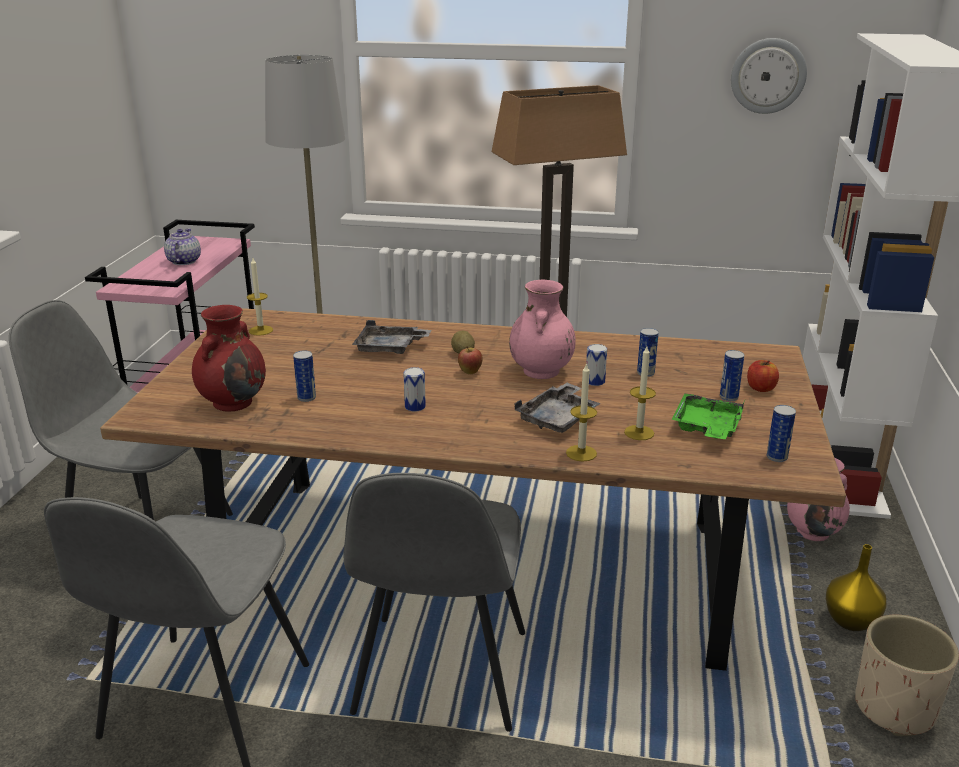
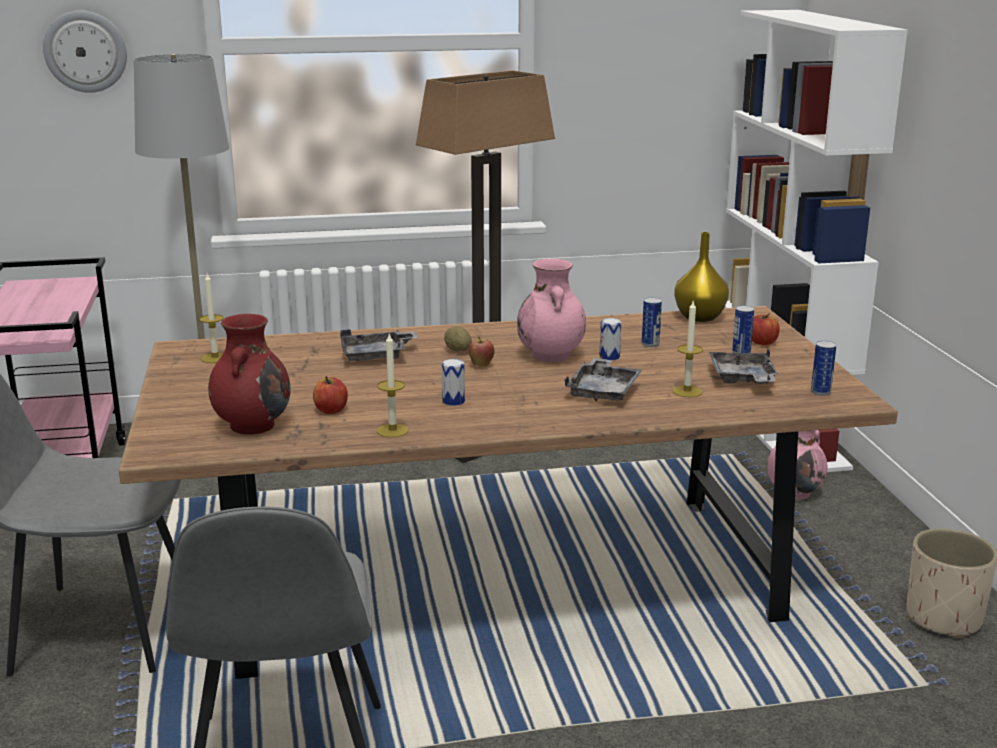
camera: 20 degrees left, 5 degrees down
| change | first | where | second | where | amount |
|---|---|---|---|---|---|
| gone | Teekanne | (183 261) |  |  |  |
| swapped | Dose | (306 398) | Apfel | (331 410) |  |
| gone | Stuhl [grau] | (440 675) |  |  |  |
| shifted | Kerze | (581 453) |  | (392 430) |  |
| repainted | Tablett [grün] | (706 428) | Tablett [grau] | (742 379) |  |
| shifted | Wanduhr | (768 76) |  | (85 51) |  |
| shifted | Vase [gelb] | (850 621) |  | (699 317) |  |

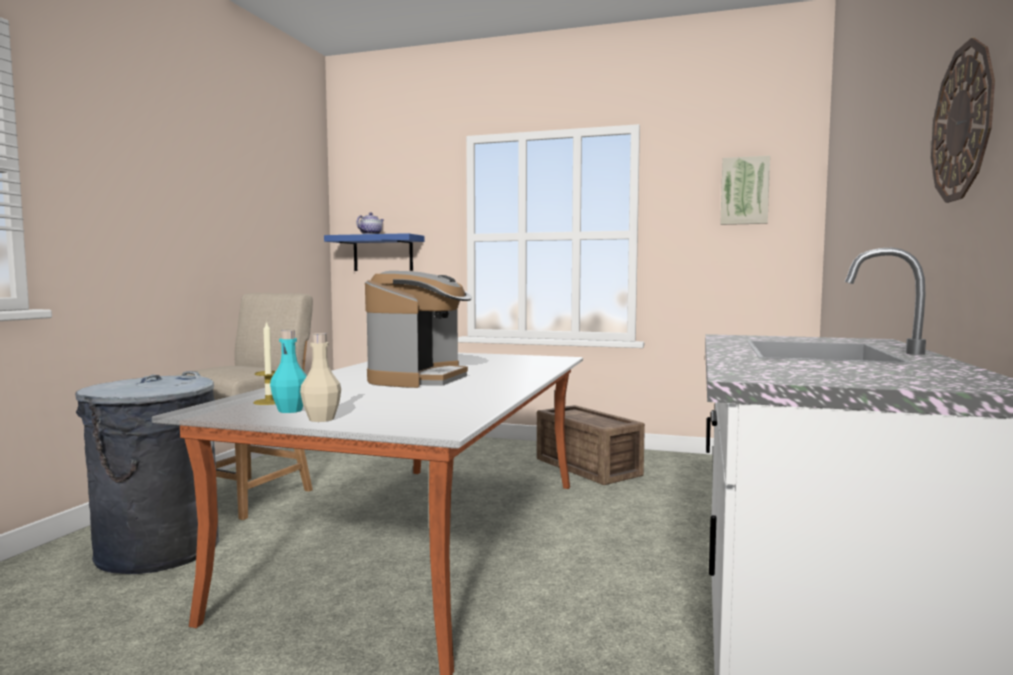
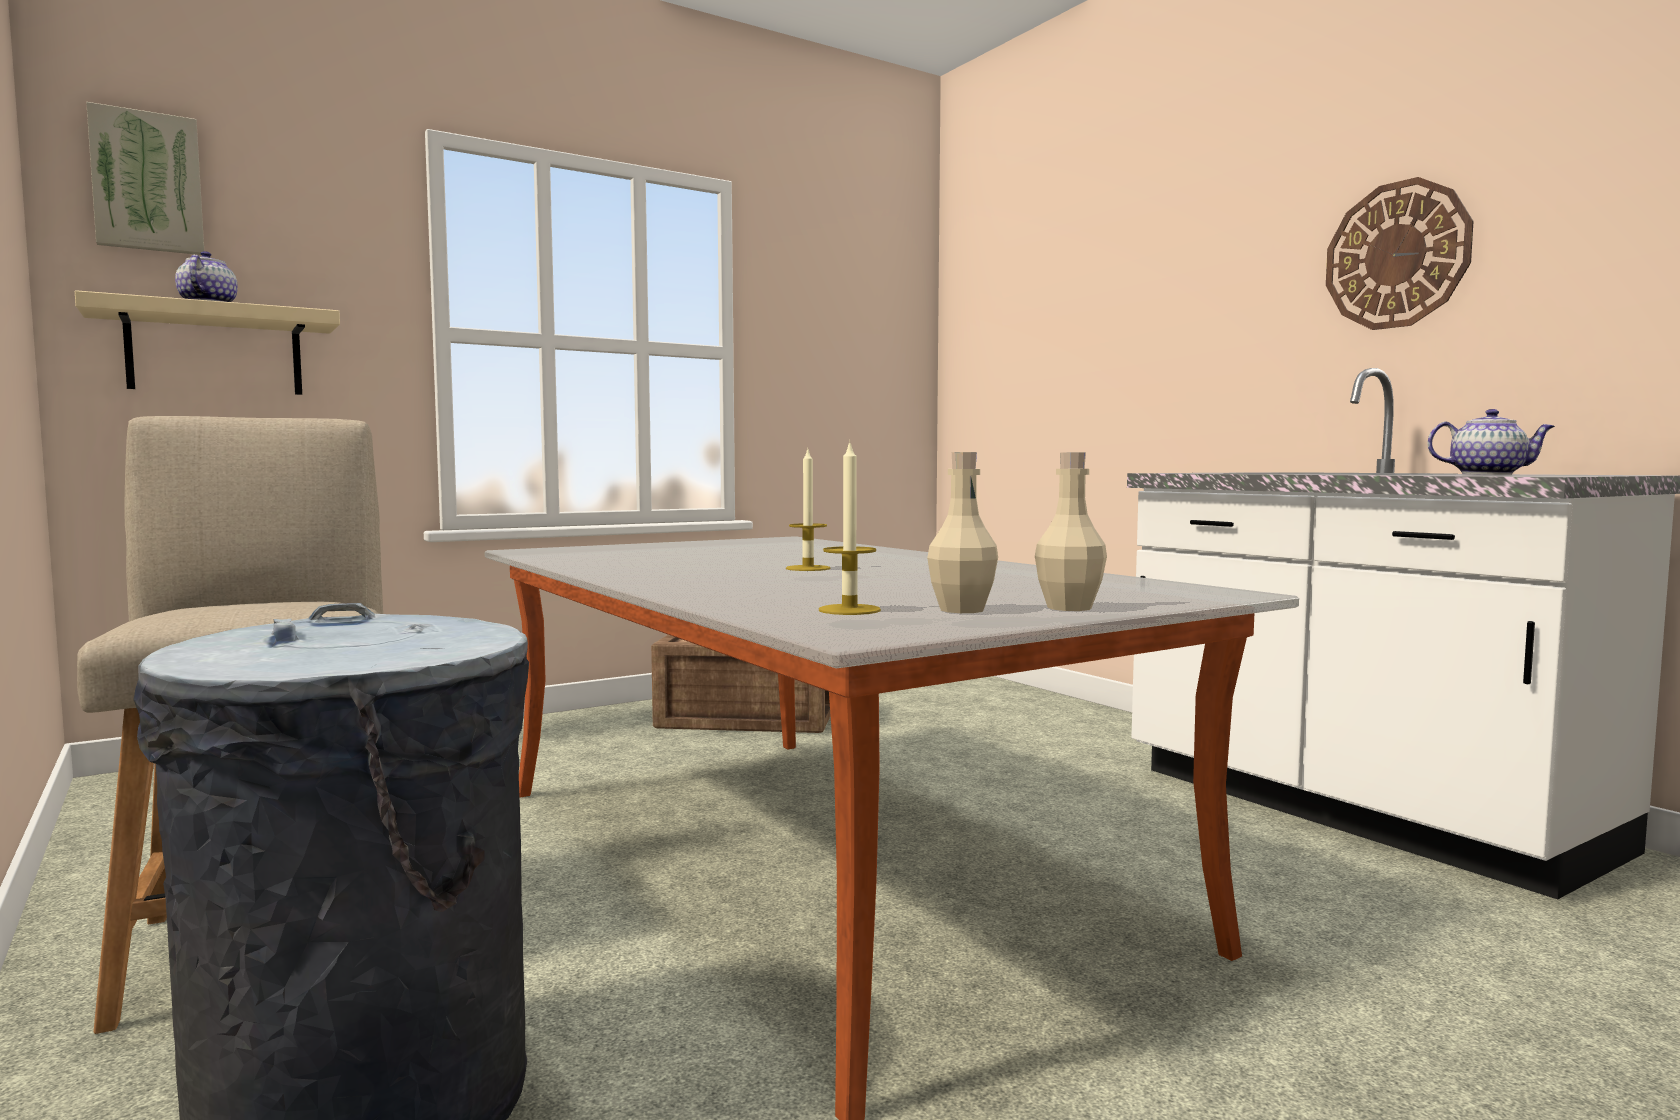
camera: 50 degrees left, 0 degrees up
| change | first | where | second | where | amount |
|---|---|---|---|---|---|
| repainted | Flasche [türkis] | (290 410) | Flasche [beige] | (962 610) |  |
| repainted | Wandregal [blau] | (383 253) | Wandregal [beige] | (215 352) |  |
| swapped | Kaffeemaschine | (419 379) | Kerze | (808 568) |  |
| shifted | Bild | (744 191) |  | (147 182) |  |
| new |  |  | Teekanne | (1489 474) |  |

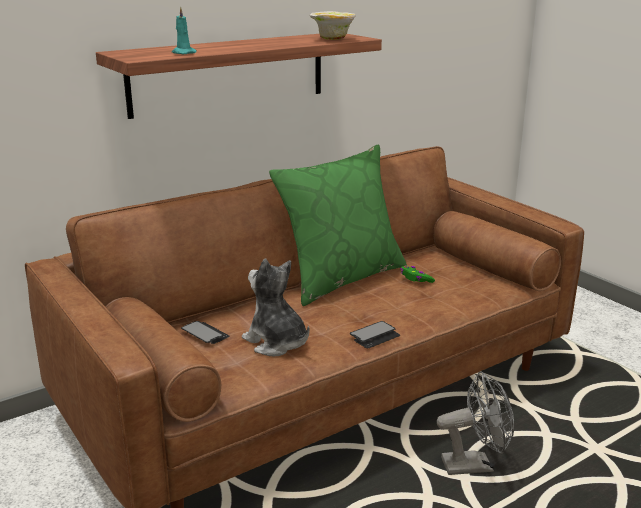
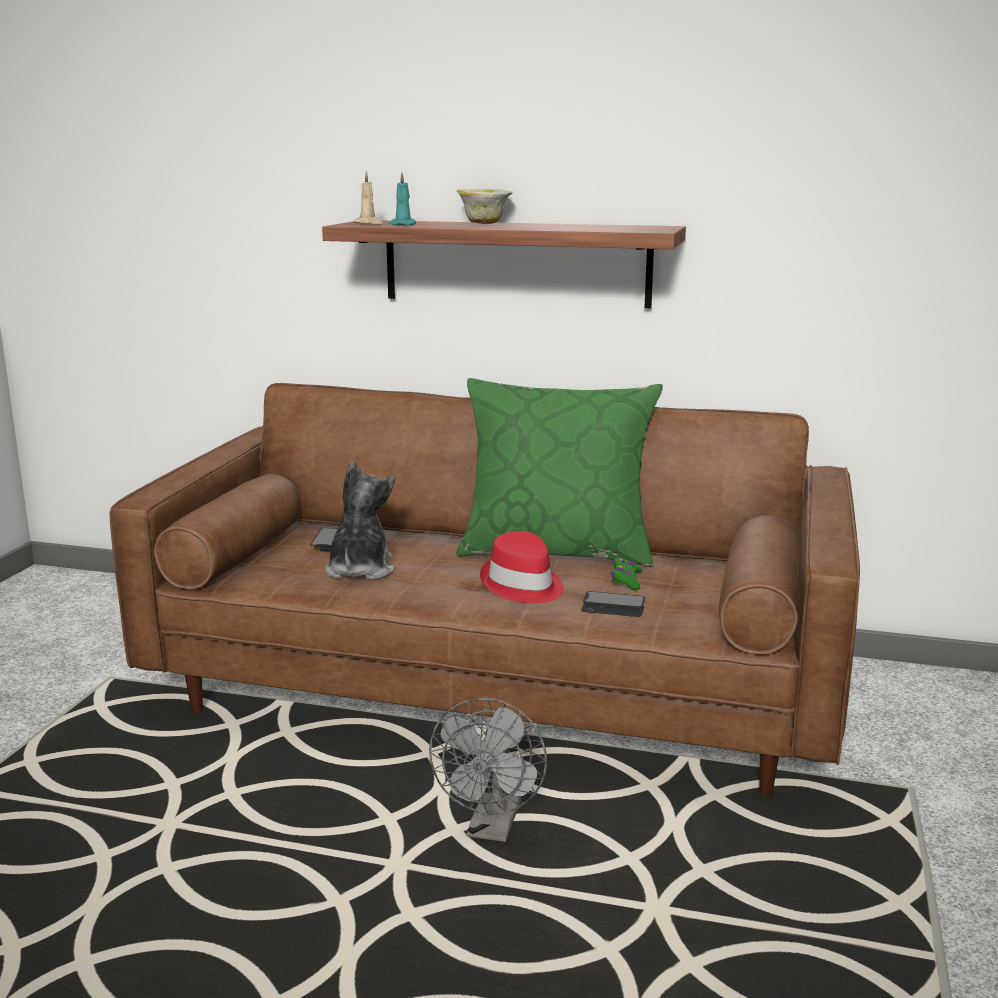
camera: 50 degrees right, 5 degrees down
| change | first | where | second | where | amount |
|---|---|---|---|---|---|
| shifted | Schüssel | (332 39) |  | (484 223) |  |
| shifted | Handy | (374 336) |  | (613 606) |  |
| rotated | Ventilator [grau] | (475 465) |  | (492 829) | 60 degrees clockwise |
| new |  |  | Kerze [beige] | (369 223) |  |
| new |  |  | Hut [rot] | (522 585) |  |

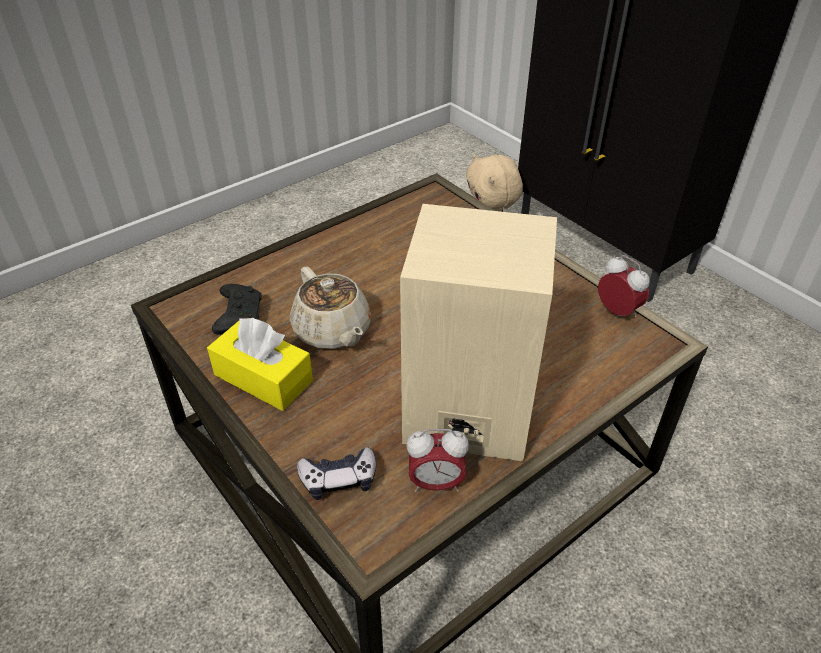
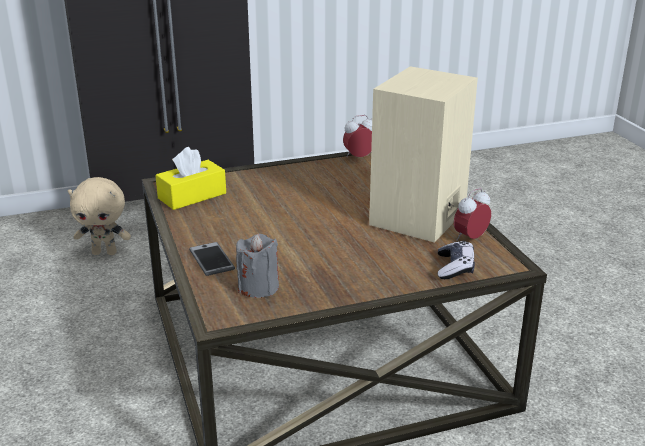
camera: 70 degrees left, 15 degrees down
| change | first | where | second | where | amount |
|---|---|---|---|---|---|
| shifted | Taschentuchbox [gelb] | (263 377) |  | (192 196) |  |
| swapped | Gamepad [schwarz] | (239 316) | Kerze [grau] | (258 287) |  |
| gone | Teekanne [beige] | (333 331) |  |  |  |
| rotated | Wecker | (436 483) |  | (470 238) | 150 degrees counterclockwise |
| new |  |  | Handy | (211 260) |  |

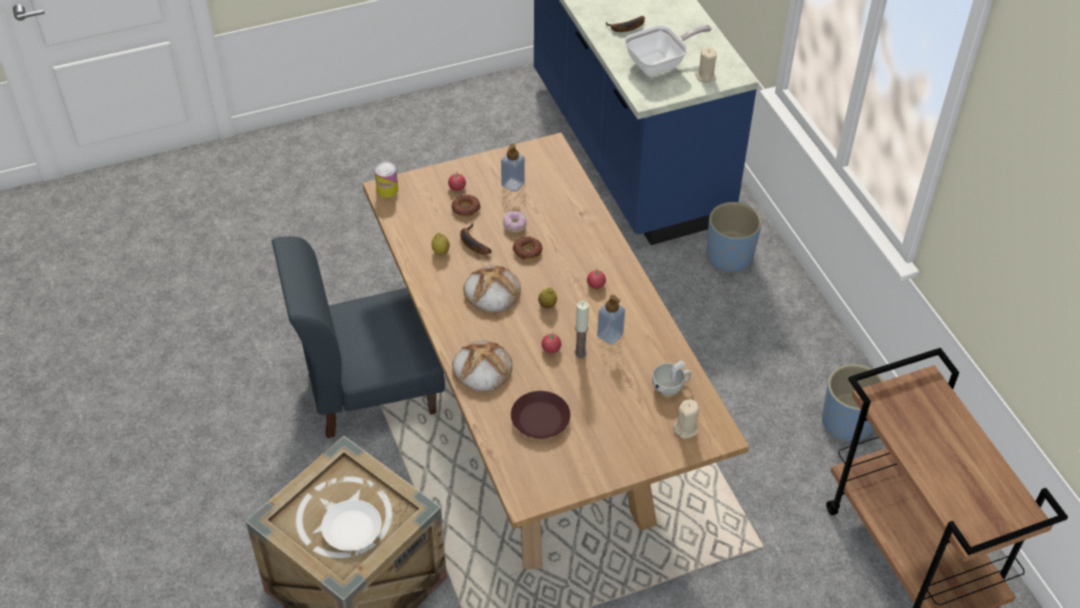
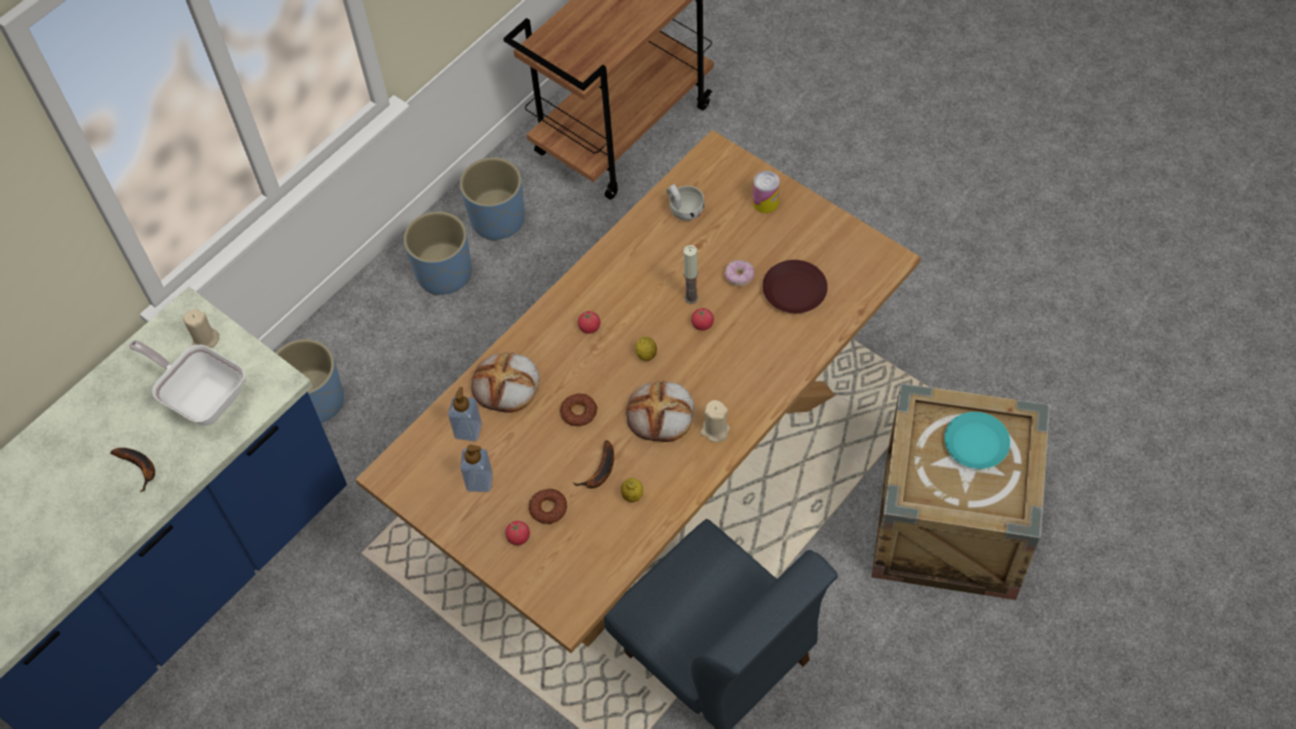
camera: 115 degrees left, 10 degrees up
| change | first | where | second | where | amount |
|---|---|---|---|---|---|
| repainted | Teller [weiß] | (352 529) | Teller [türkis] | (975 443) |  |
| shifted | Dose | (387 190) |  | (765 202) |  |
| shifted | Brot | (481 369) |  | (506 385) |  |
| shifted | Donut | (514 226) |  | (739 277) |  |
| shifted | Seifenspender | (610 335) |  | (468 430) |  |
| shifted | Kerze [beige] | (685 429) |  | (715 430) |  |
| new |  |  | Pflanzkübel [blau] | (444 273) |  |

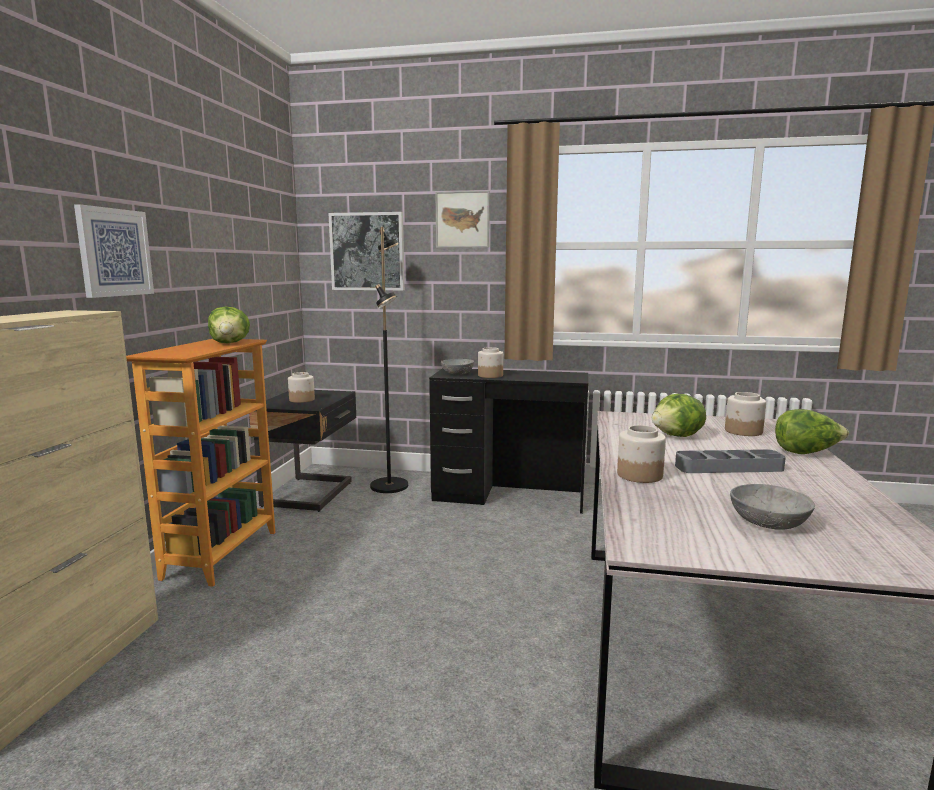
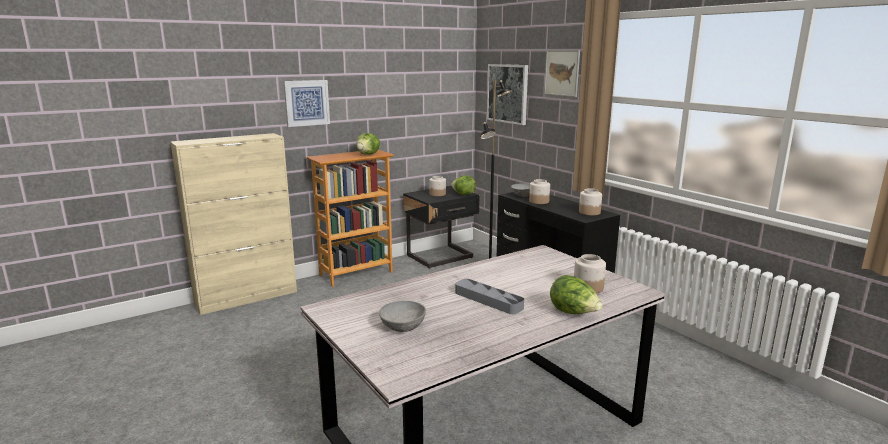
camera: 45 degrees right, 5 degrees up
| change | first | where | second | where | amount |
|---|---|---|---|---|---|
| shifted | Vorratsglas | (639 475) |  | (589 212) |  |
| shifted | Salatkopf | (678 436) |  | (463 195) |  |

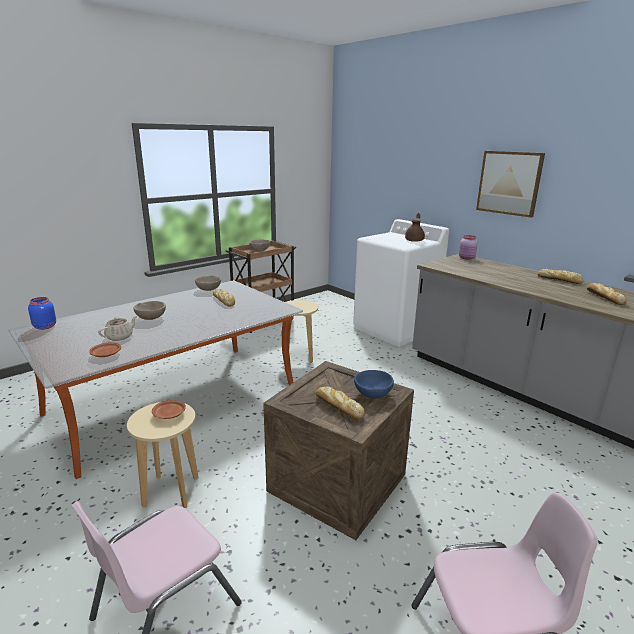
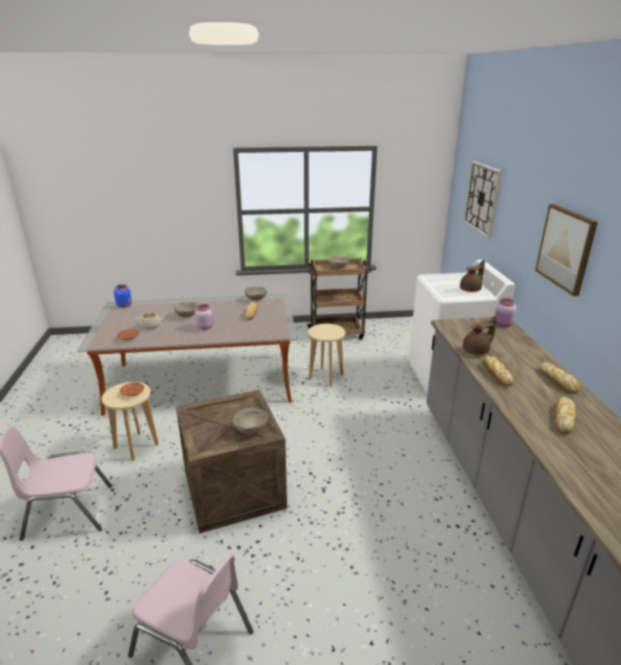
camera: 35 degrees right, 5 degrees up
| change | first | where | second | where | amount |
|---|---|---|---|---|---|
| shifted | Brot | (338 406) |  | (496 373) |  |
| repainted | Schüssel [blau] | (372 394) | Schüssel [beige] | (251 429) |  |
| new |  |  | Vorratsglas [rosa] | (205 327) |  |
| new |  |  | Wanduhr | (482 198) |  |
| new |  |  | Teekanne [braun] | (477 351) |  |

